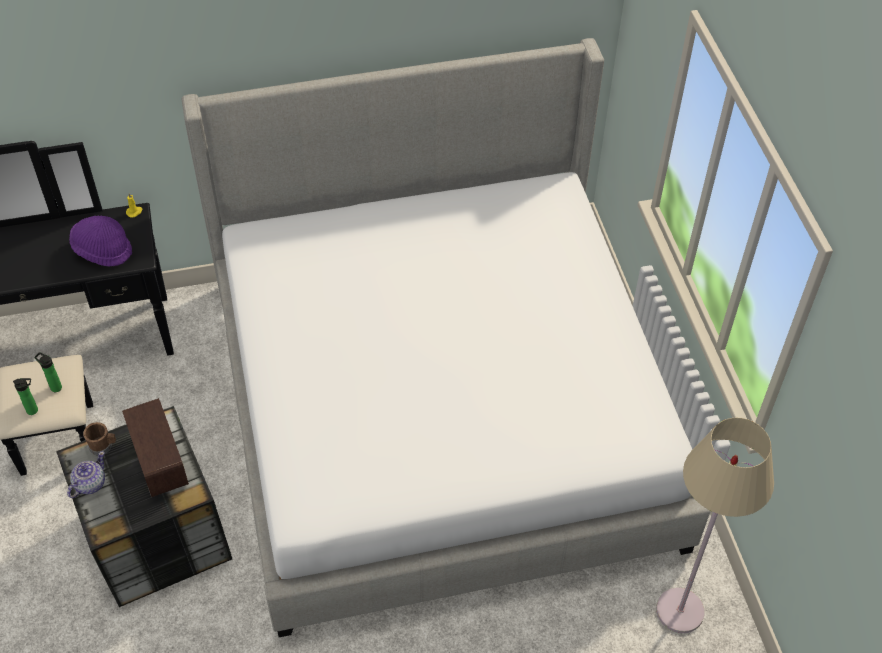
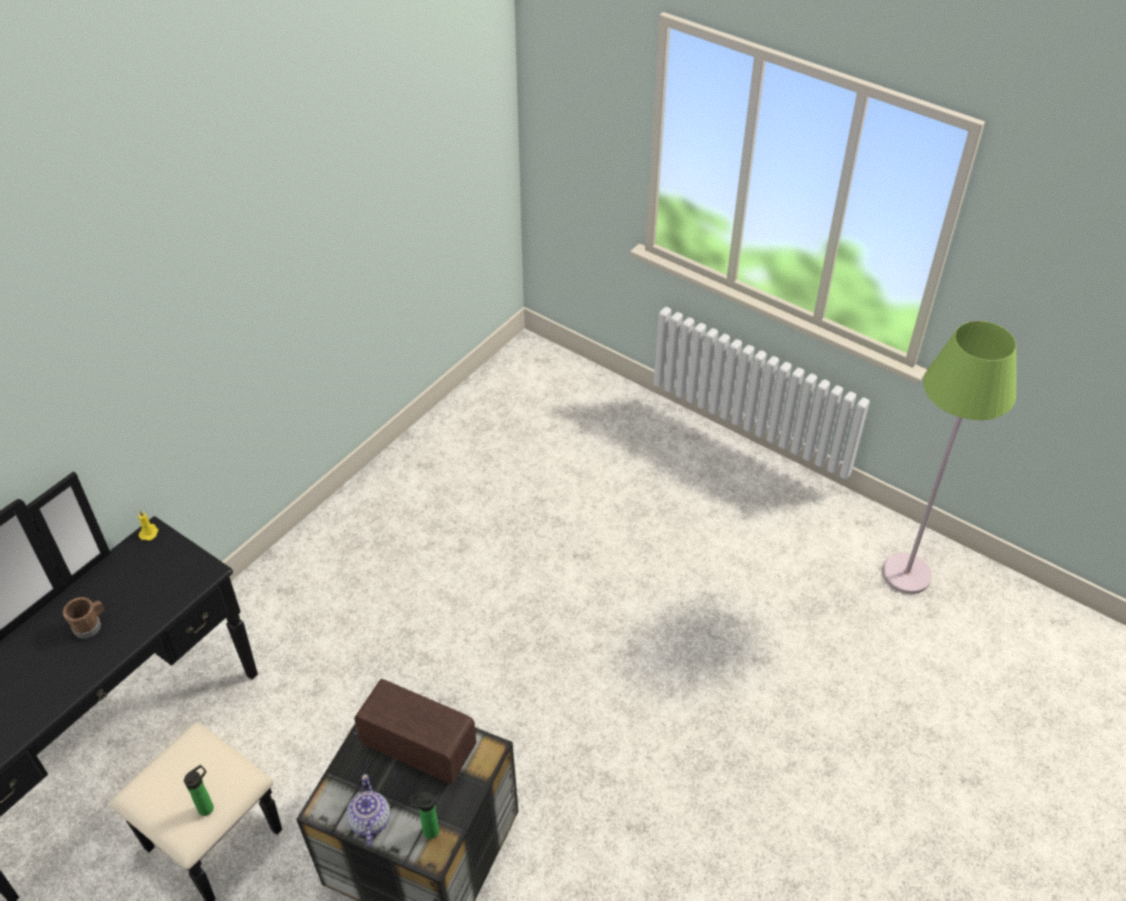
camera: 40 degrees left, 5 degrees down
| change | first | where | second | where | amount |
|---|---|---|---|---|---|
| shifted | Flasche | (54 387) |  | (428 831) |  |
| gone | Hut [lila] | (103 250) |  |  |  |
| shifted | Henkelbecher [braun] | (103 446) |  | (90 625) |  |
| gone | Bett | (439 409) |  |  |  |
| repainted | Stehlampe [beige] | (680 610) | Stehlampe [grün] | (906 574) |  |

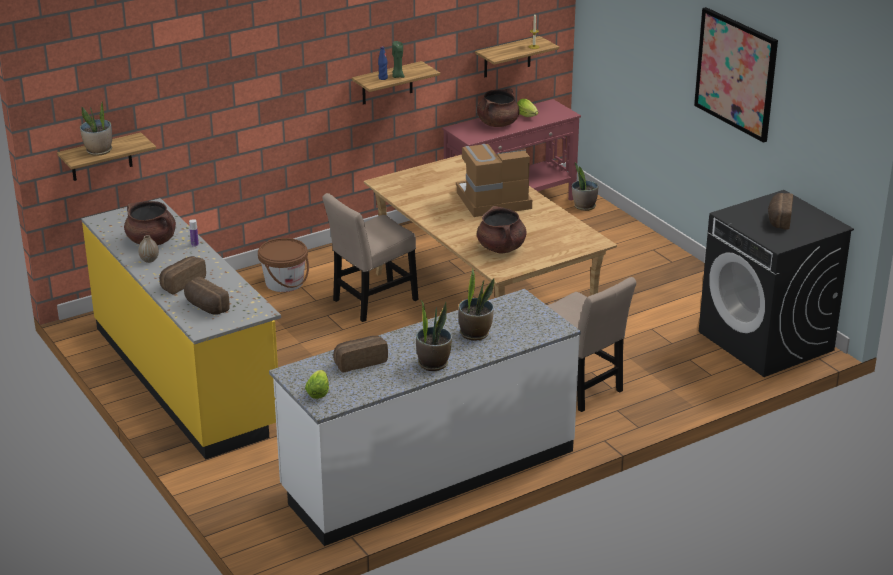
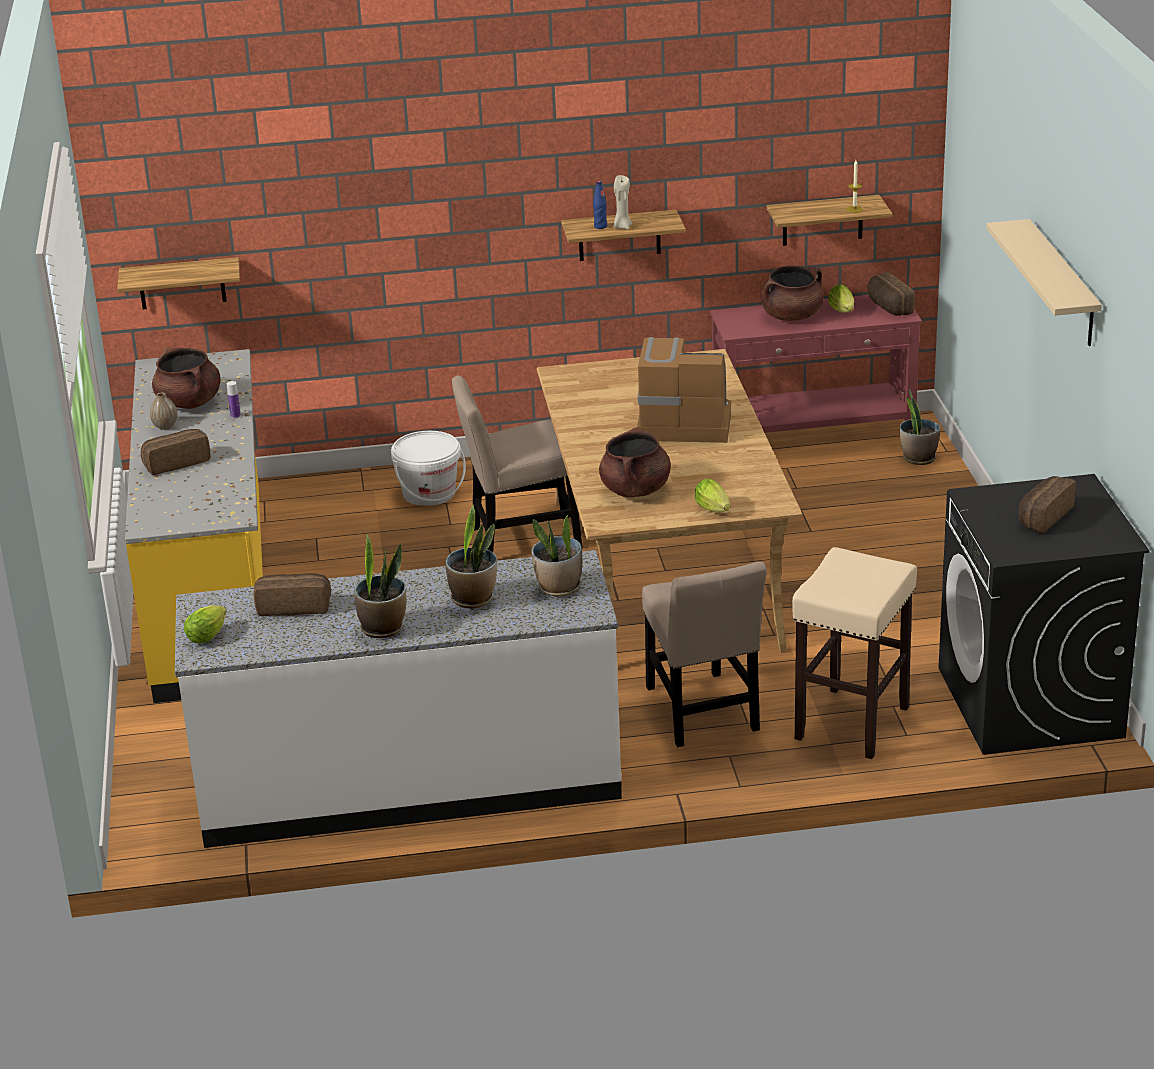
camera: 25 degrees right, 0 degrees up
| change | first | where | second | where | amount |
|---|---|---|---|---|---|
| shifted | Topfpflanze | (99 151) |  | (559 588) |  |
| shifted | Brot | (205 307) |  | (888 307) |  |
| repainted | Eimer [braun] | (284 283) | Eimer [weiß] | (429 493) |  |
| repainted | Kerze [grün] | (397 76) | Kerze [beige] | (622 227) |  |
| swapped | Bild | (736 73) | Wandregal [beige] | (1062 284) |  |
| new |  |  | Salatkopf | (714 510) |  |
| new |  |  | Hocker [beige] | (851 724) |  |

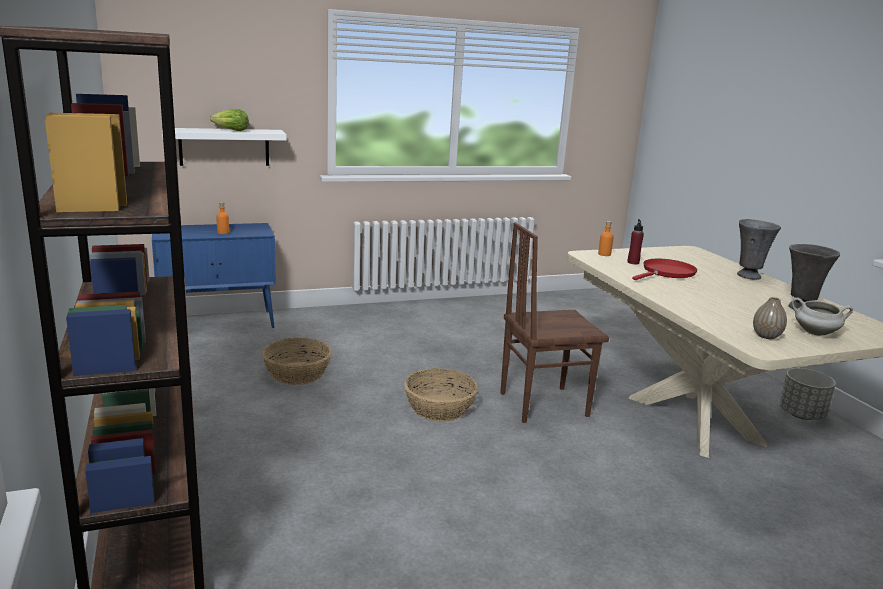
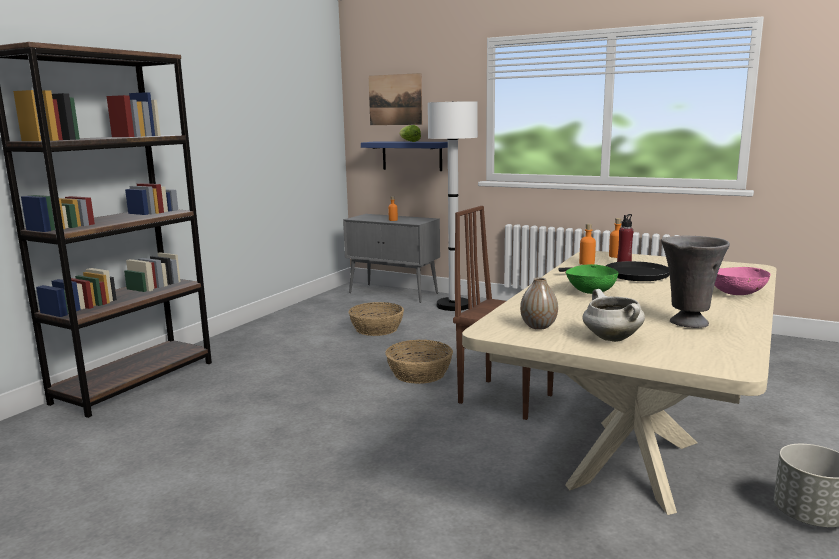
camera: 50 degrees right, 5 degrees down
| change | first | where | second | where | amount |
|---|---|---|---|---|---|
| repainted | Schrank [blau] | (219 323) | Schrank [grau] | (394 293) |  |
| repainted | Wandregal [weiß] | (224 147) | Wandregal [blau] | (412 156) |  |
| repainted | Pfanne [rot] | (666 273) | Pfanne [schwarz] | (631 275) |  |
| swapped | Vase [grau] | (748 276) | Schüssel [rosa] | (736 293) |  |
| new |  |  | Bild | (395 100) |  |
| new |  |  | Stehlampe [weiß] | (453 305) |  |
| new |  |  | Schüssel [grün] | (590 292) |  |
| new |  |  | Flasche [orange] | (586 263) |  |

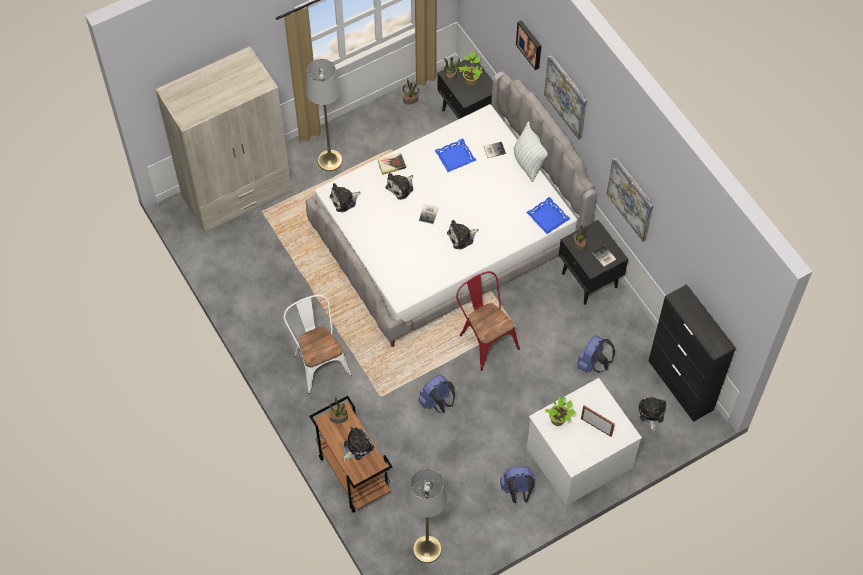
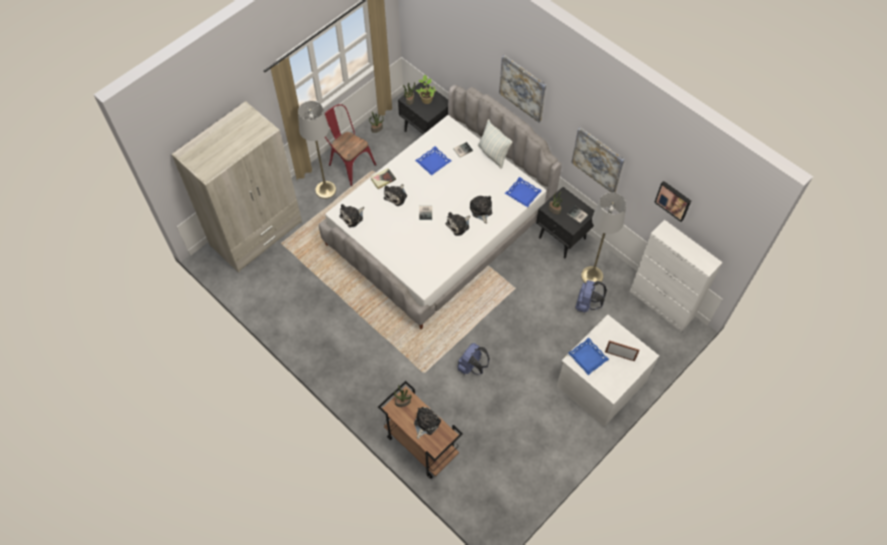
camera: 15 degrees left, 0 degrees up
| change | first | where | second | where | amount |
|---|---|---|---|---|---|
| gone | Stuhl [weiß] | (319 361) |  |  |  |
| shifted | Stehlampe [grau] | (427 549) |  | (592 276) |  |
| shifted | Stuhl [rot] | (485 339) |  | (349 163) |  |
| gone | Rucksack [blau] | (517 491) |  |  |  |
| shifted | Bild | (530 44) |  | (673 200) |  |
| swapped | Topfpflanze | (559 420) | Tablett [blau] | (587 357) |  |
| shifted | Plüschtier | (651 414) |  | (481 210) |  |
| repainted | Schrank [schwarz] | (680 385) | Schrank [weiß] | (661 305) |  |

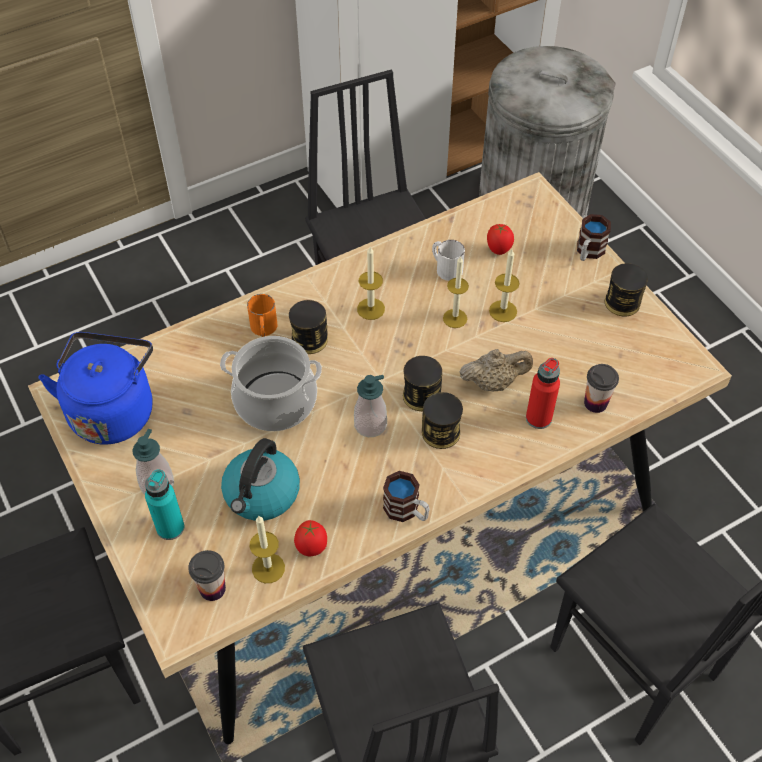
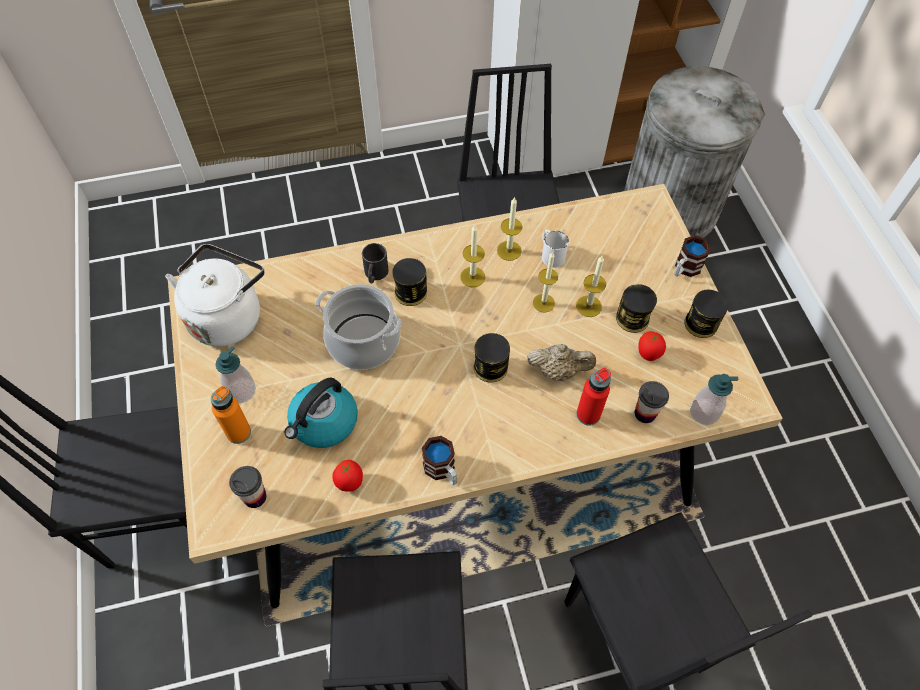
camera: 15 degrees right, 5 degrees up
| change | first | where | second | where | amount |
|---|---|---|---|---|---|
| repainted | Wasserkessel [blau] | (113 409) | Wasserkessel [weiß] | (227 315) |  |
| repainted | Flasche [türkis] | (170 527) | Flasche [orange] | (238 432) |  |
| repainted | Henkelbecher [orange] | (264 330) | Henkelbecher [schwarz] | (375 274) |  |
| shifted | Kerze | (268 568) |  | (509 250) |  |
| shifted | Seifenspender | (370 425) |  | (704 412) |  |
| shifted | Dose | (440 432) |  | (632 318) |  |
| shifted | Tomate | (499 250) |  | (648 354) |  |

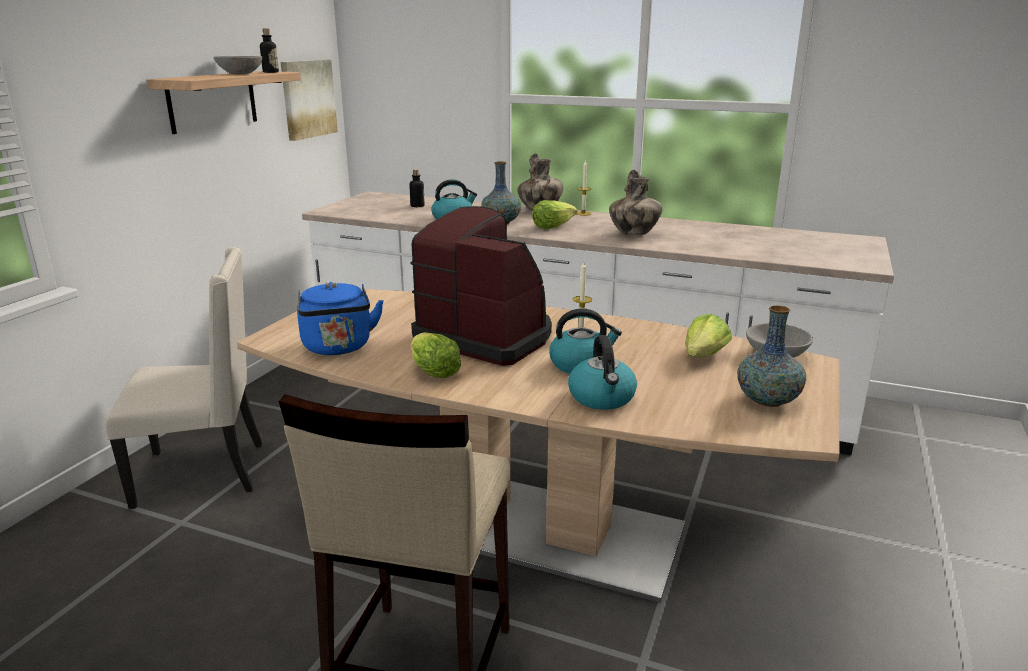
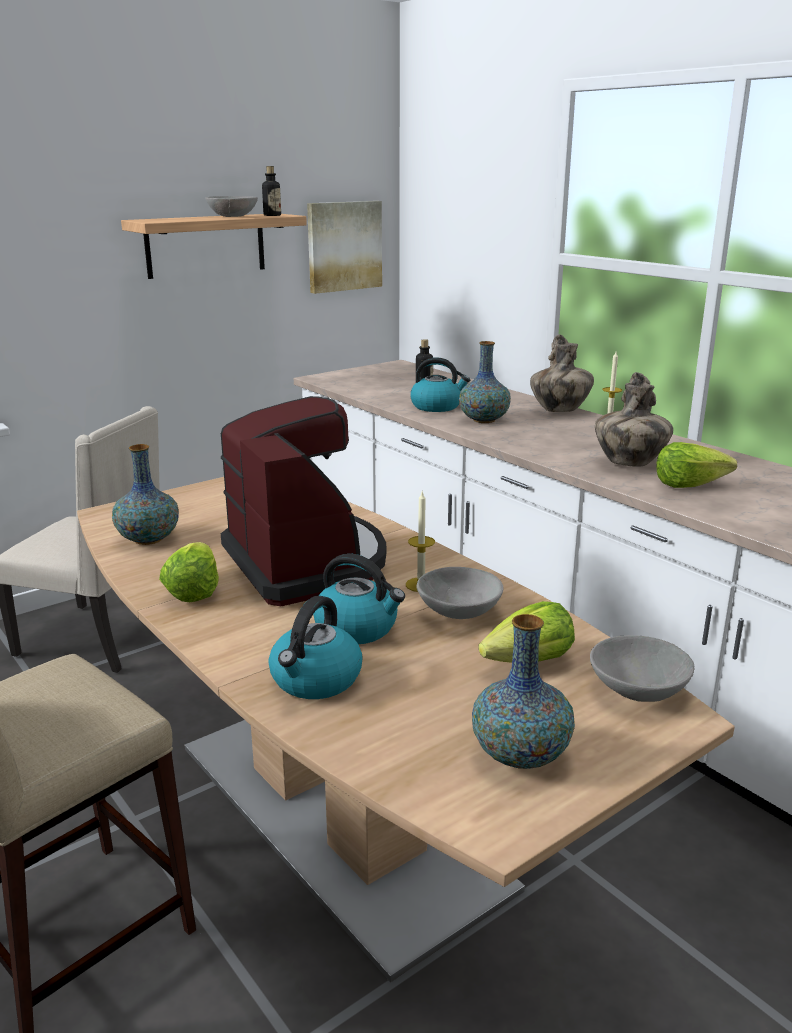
camera: 30 degrees right, 0 degrees up
| change | first | where | second | where | amount |
|---|---|---|---|---|---|
| swapped | Wasserkessel [blau] | (338 348) | Vase | (148 539) |  |
| shifted | Salatkopf | (552 226) |  | (689 484) |  |
| new |  |  | Schüssel [grau] | (459 611) |  |

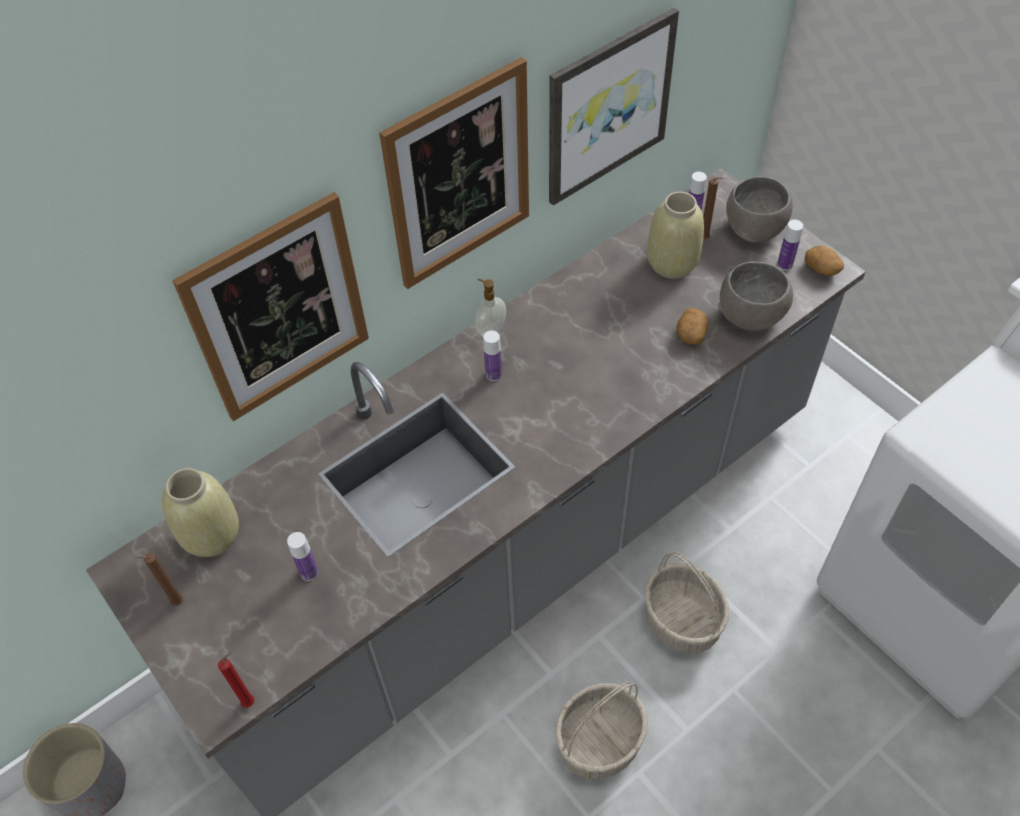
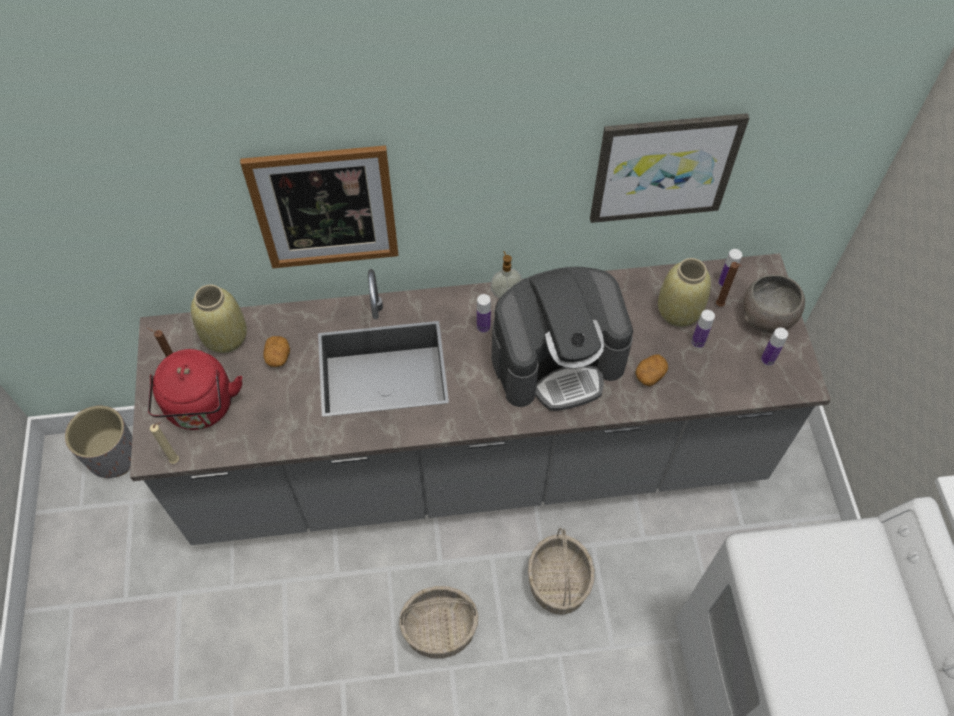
camera: 30 degrees right, 5 degrees up
| change | first | where | second | where | amount |
|---|---|---|---|---|---|
| repainted | Kerze [rot] | (251 701) | Kerze [beige] | (177 460) |  |
| shifted | Flasche | (309 572) |  | (698 342) |  |
| gone | Bild | (459 176) |  |  |  |
| gone | Schüssel [grau] | (750 314) |  |  |  |
| shifted | Kartoffel | (822 268) |  | (278 356) |  |
| new |  |  | Wasserkessel [rot] | (201 408) |  |
| new |  |  | Kaffeemaschine | (557 360) |  |

